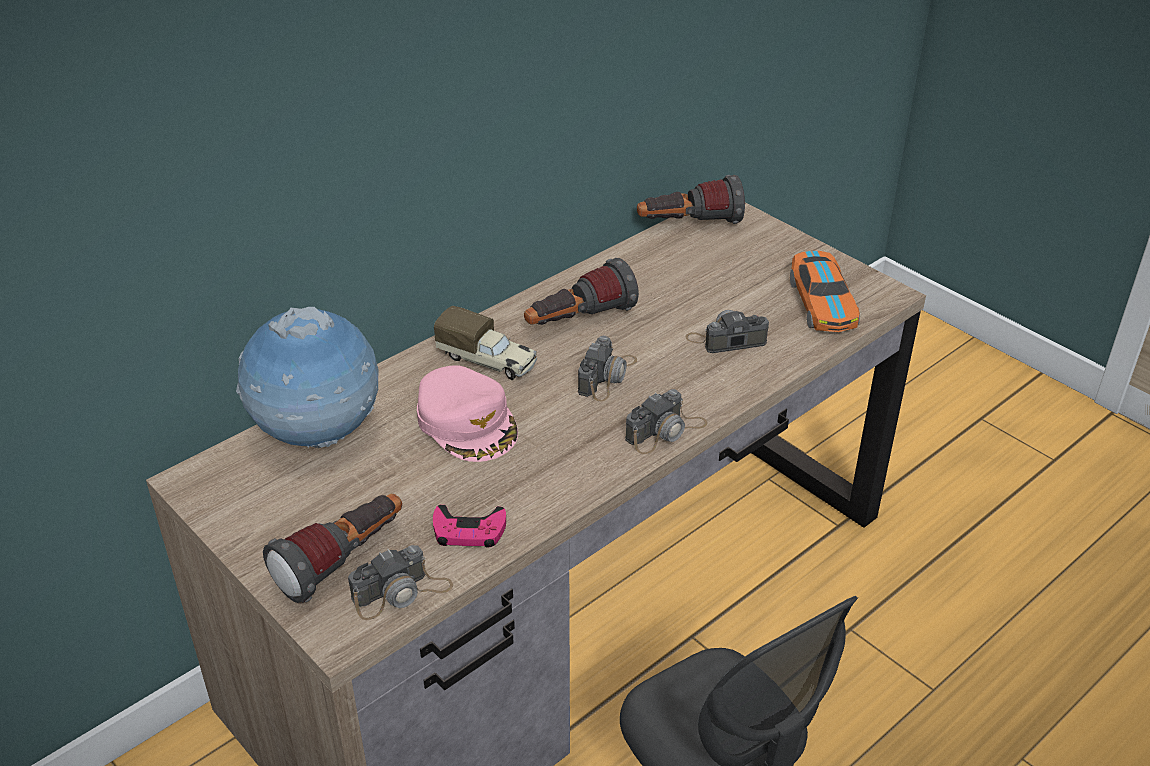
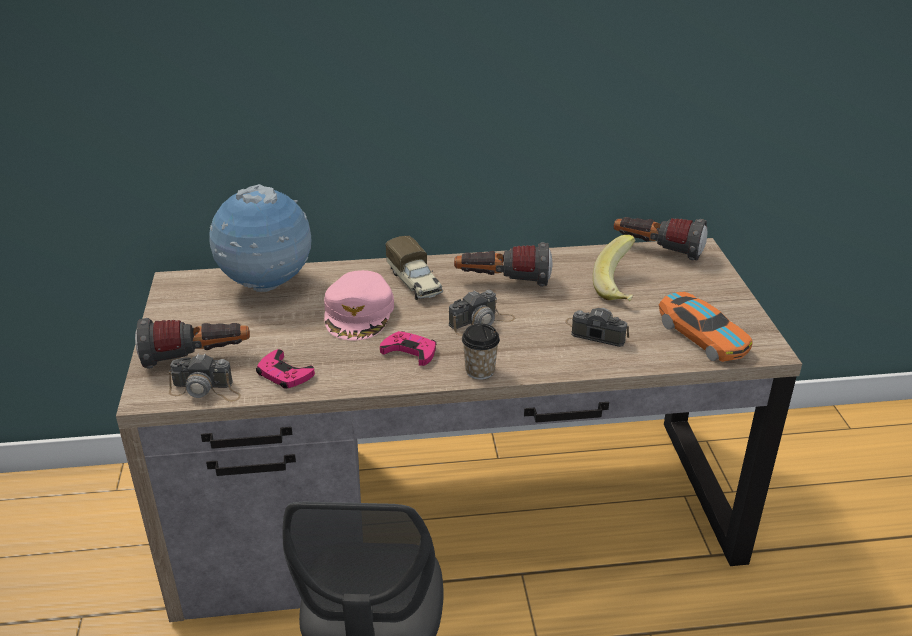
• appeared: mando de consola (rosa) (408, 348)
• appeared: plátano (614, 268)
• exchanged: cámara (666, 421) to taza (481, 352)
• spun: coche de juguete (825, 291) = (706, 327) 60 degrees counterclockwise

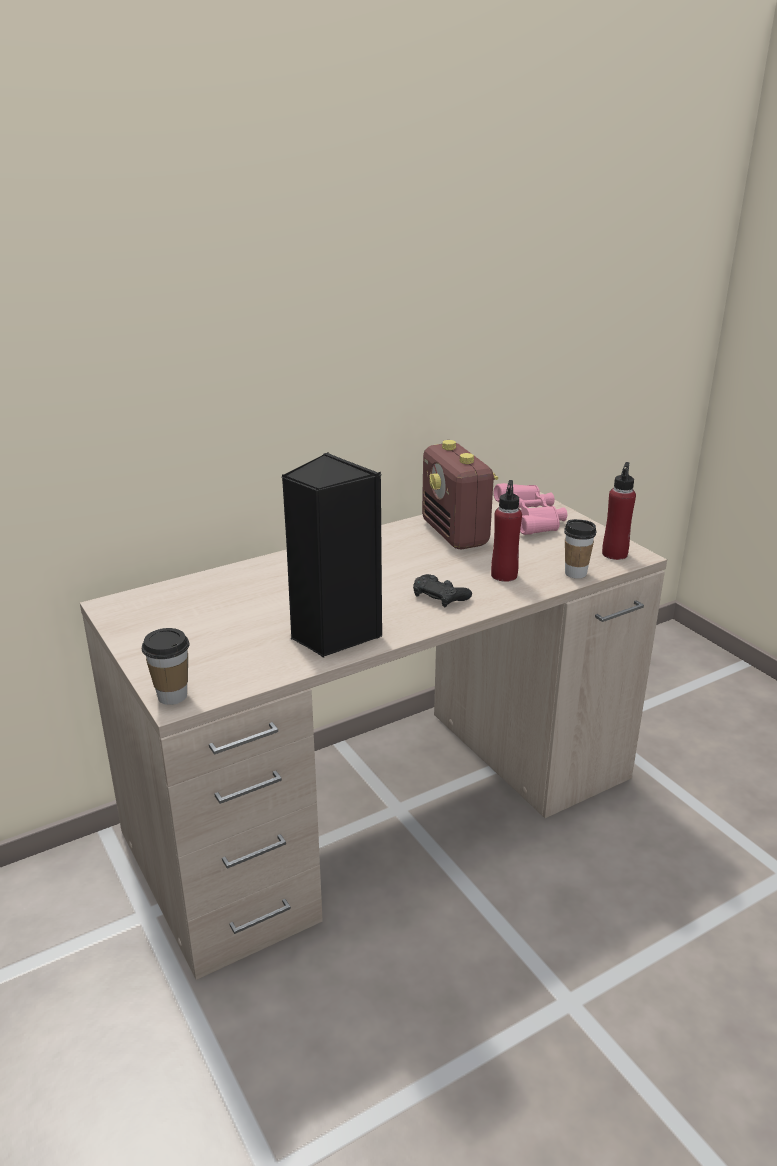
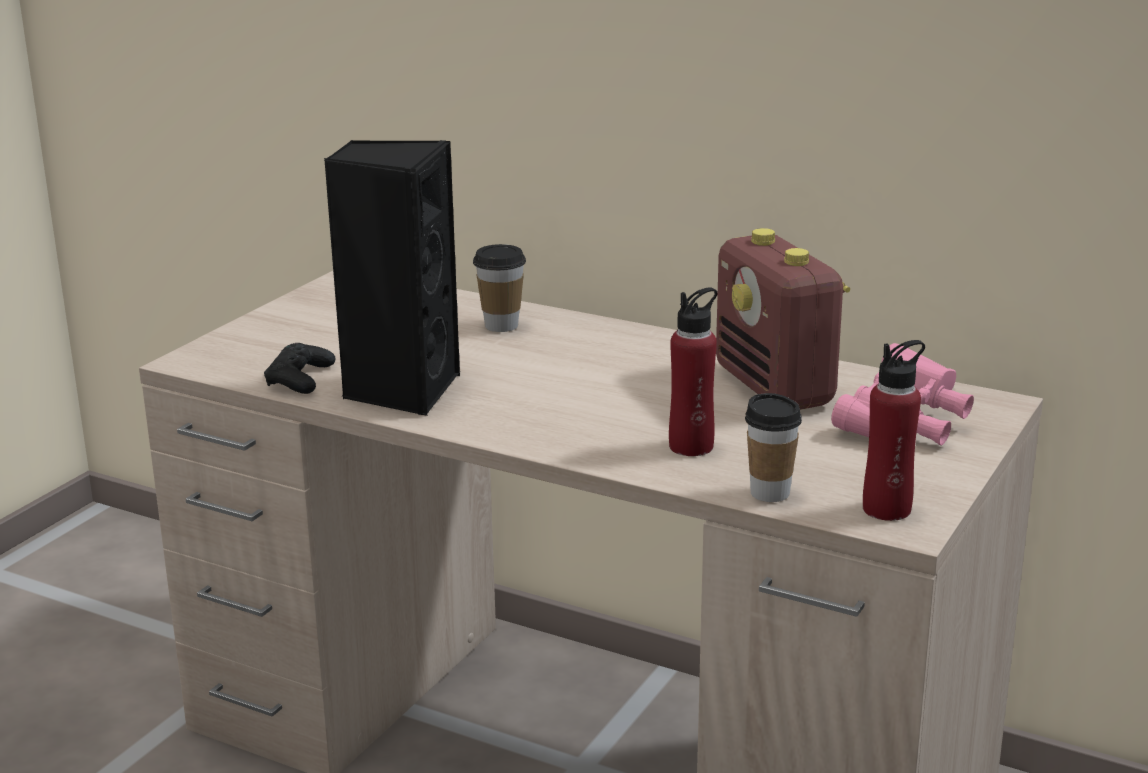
• relocated: taza (166, 666) to (499, 288)
• relocated: mando de consola (negro) (442, 590) to (300, 368)
• spun: radio (460, 494) = (783, 319) 60 degrees counterclockwise

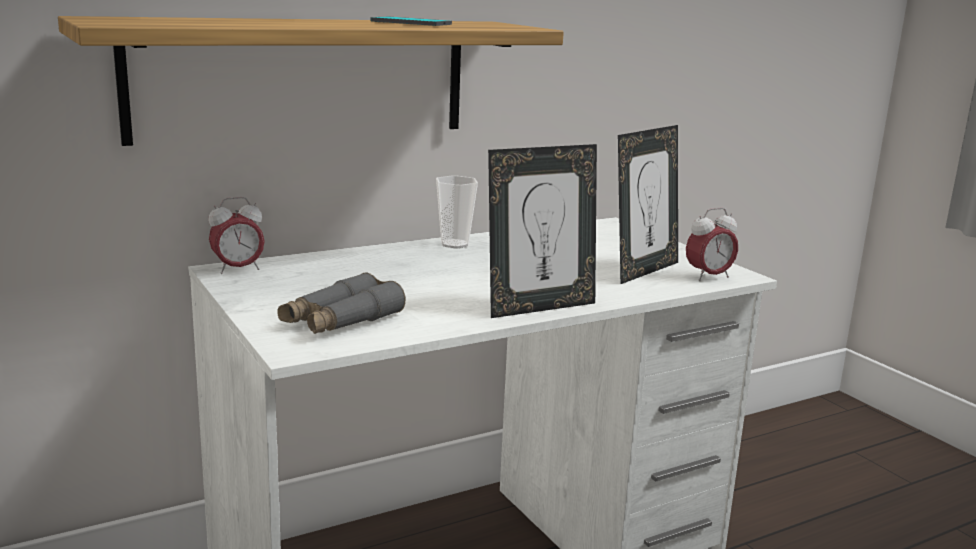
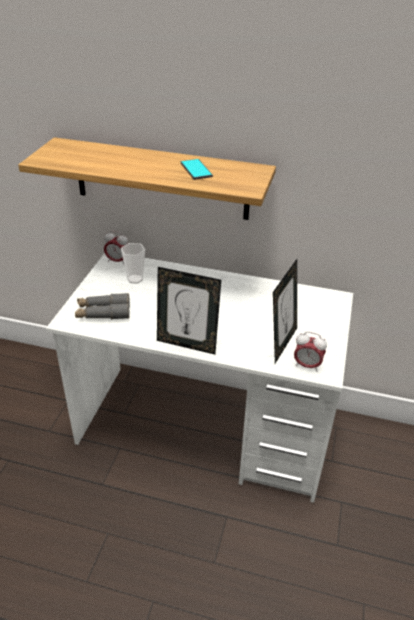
• relocated: taza (457, 211) to (133, 263)
• spun: portarretratos (648, 204) = (285, 311) 60 degrees counterclockwise

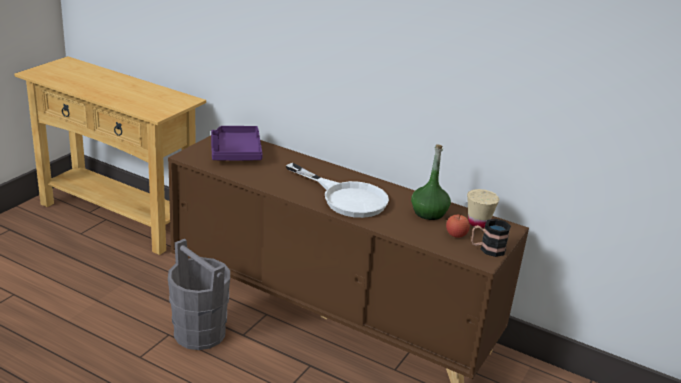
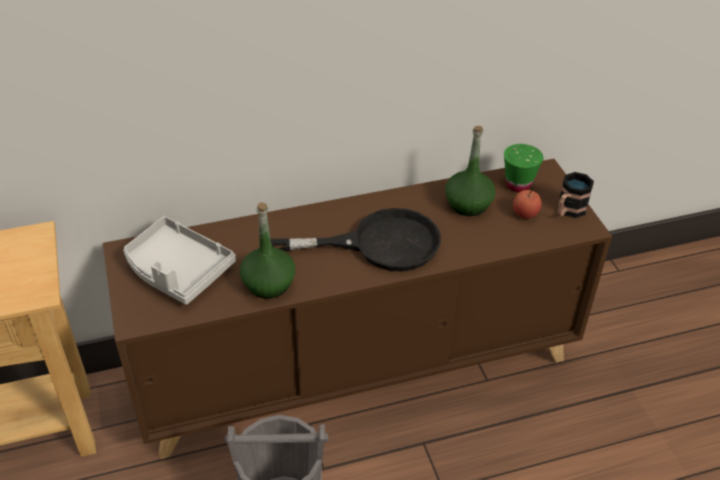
• appeared: botella (verde) (267, 250)
• colour: bandeja (morado) (237, 143) to bandeja (gris) (179, 260)
• colour: sartén (blanco) (337, 190) to sartén (negro) (356, 239)
• colour: taza (beis) (483, 208) to taza (verde) (523, 168)

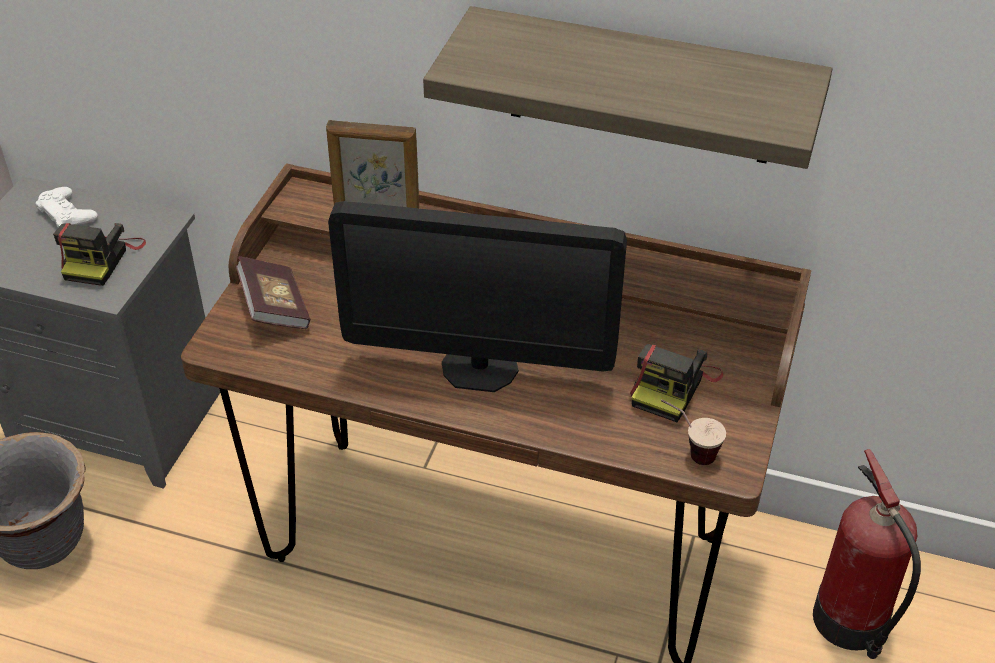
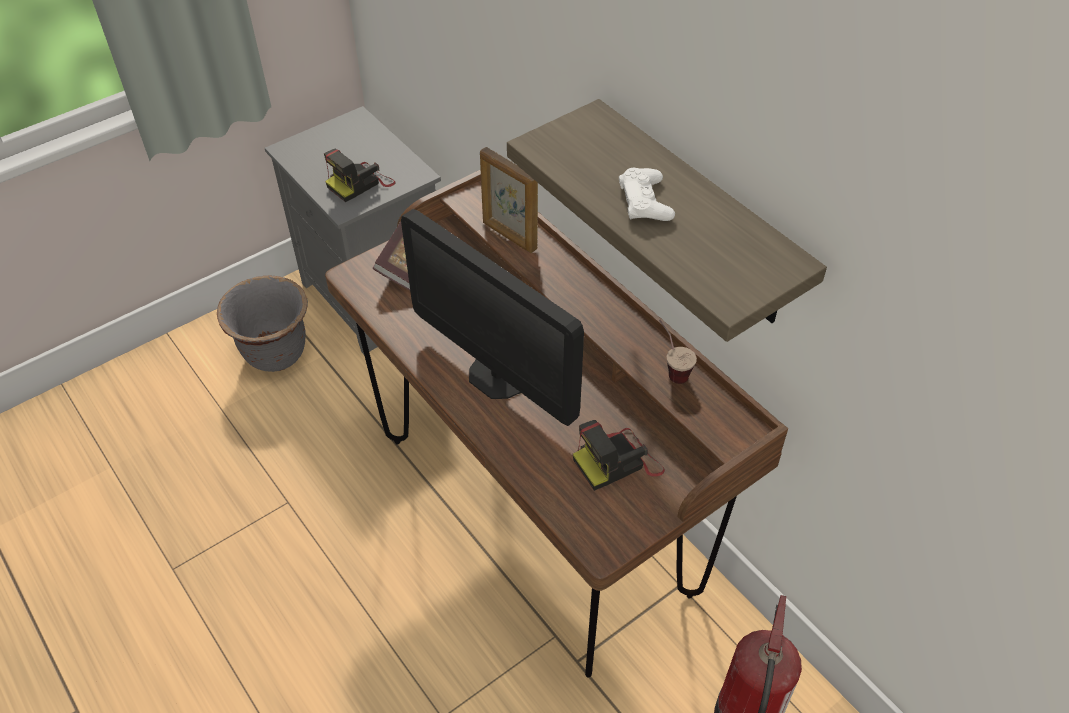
• relocated: mando de consola (blanco) (66, 207) to (647, 194)
• relocated: taza (693, 432) to (678, 351)

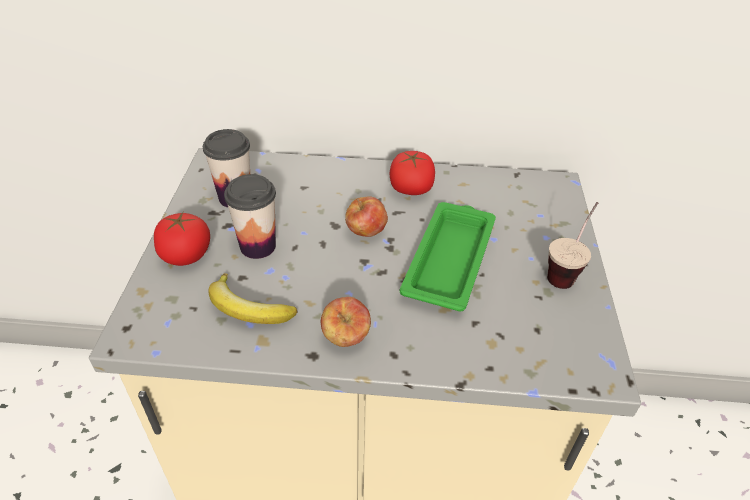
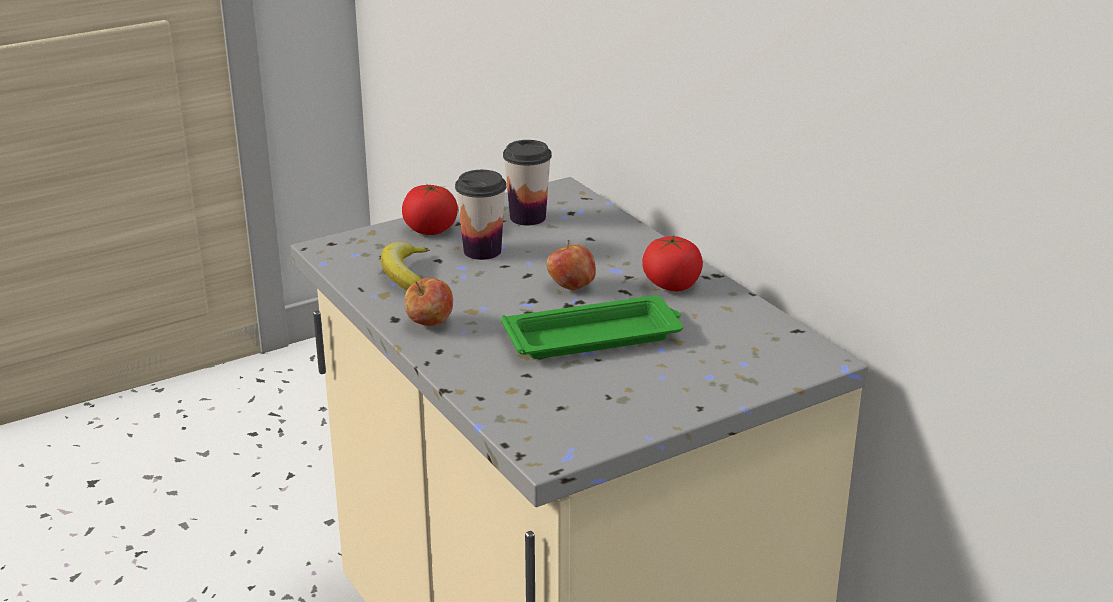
• missing: taza (572, 245)

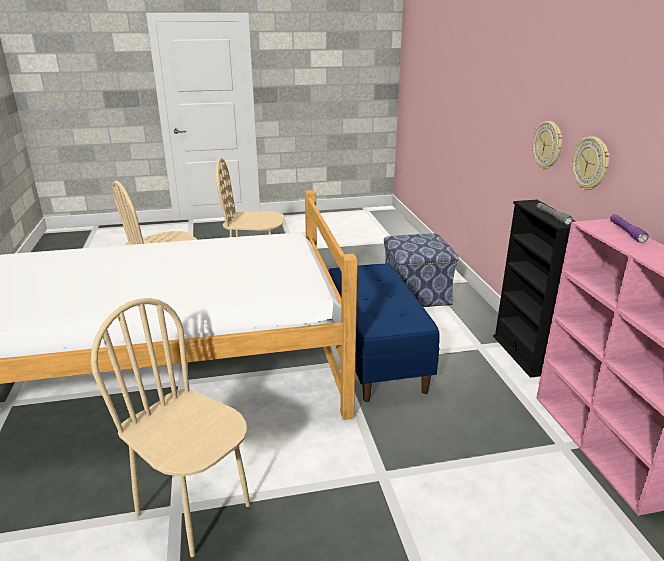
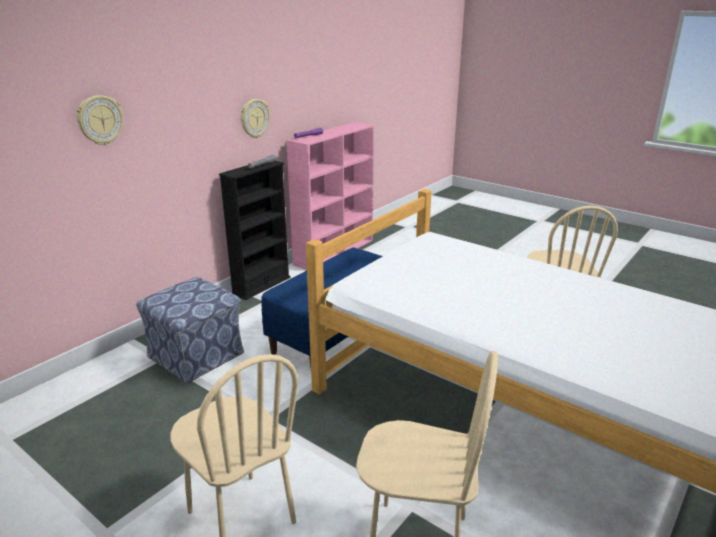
• relocated: reloj de pared (547, 145) to (99, 120)

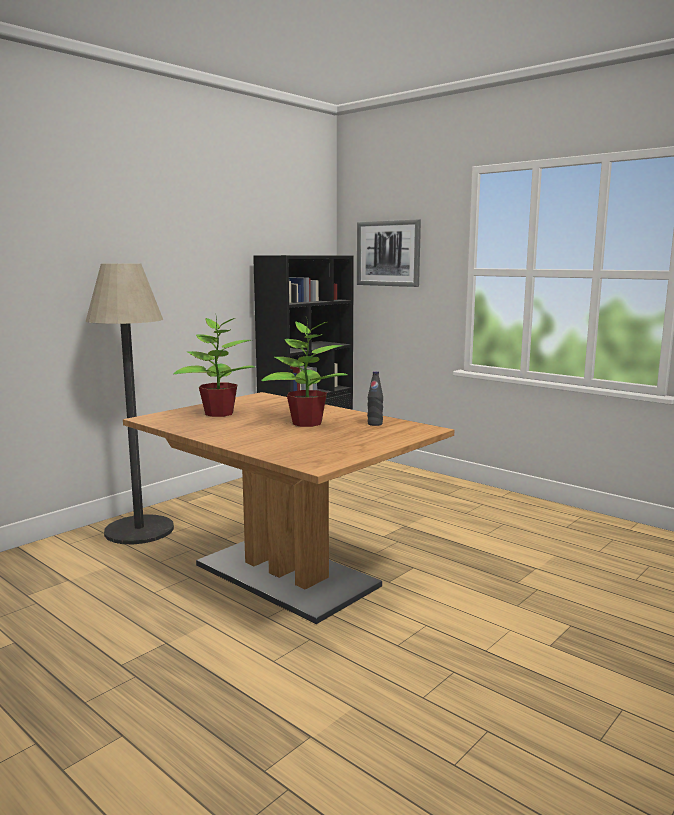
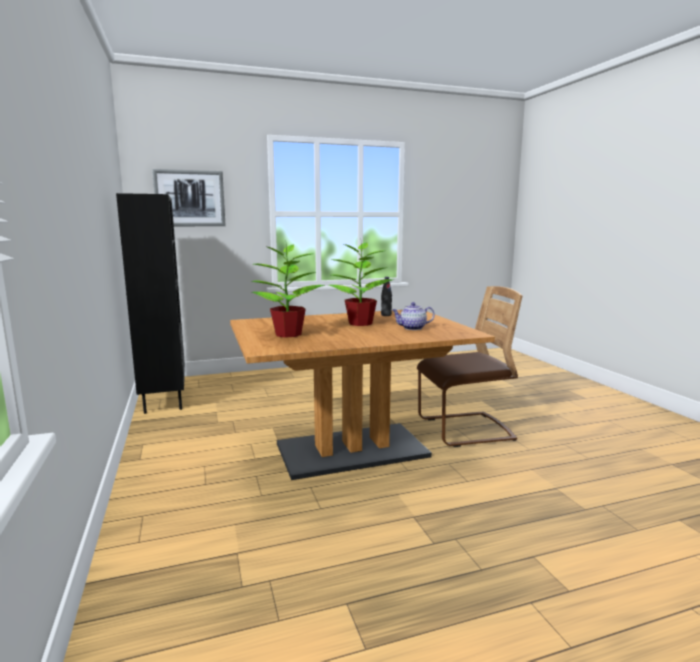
• missing: lámpara de pie (129, 403)
• appeared: tetera (413, 316)
• appeared: silla (marrón) (470, 366)

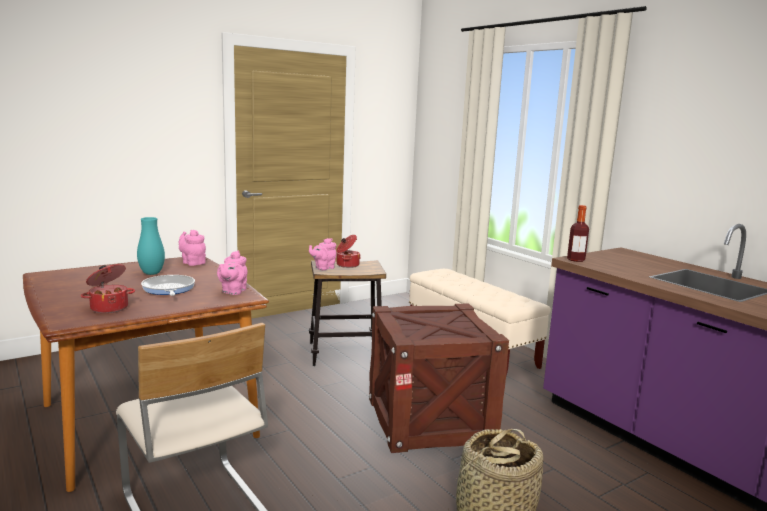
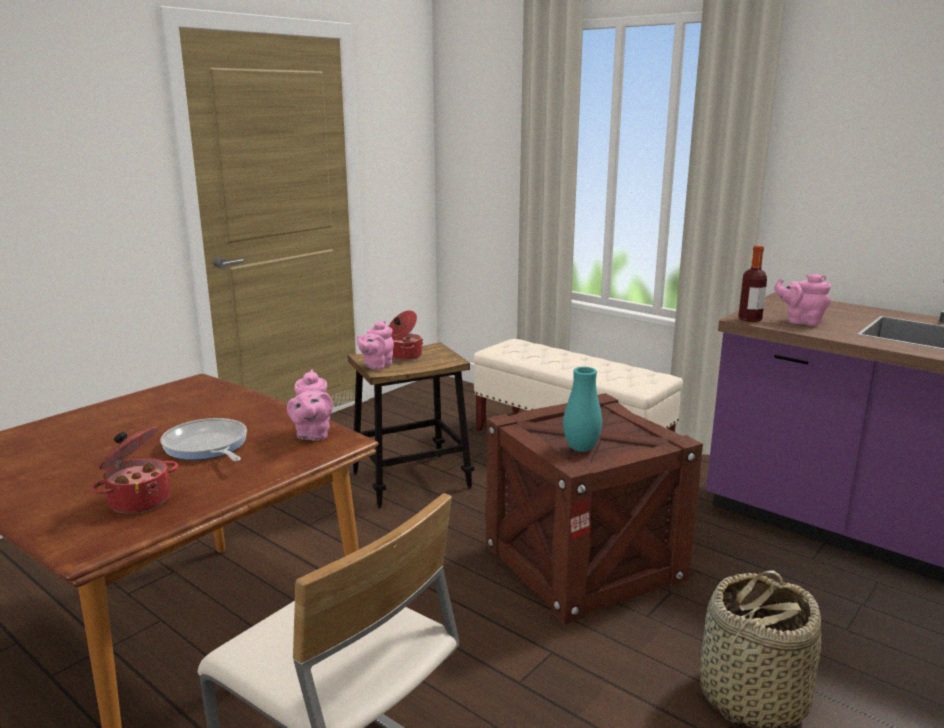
• relocated: florero (turquesa) (151, 246) to (582, 409)
• relocated: tetera (rosa) (192, 248) to (802, 300)

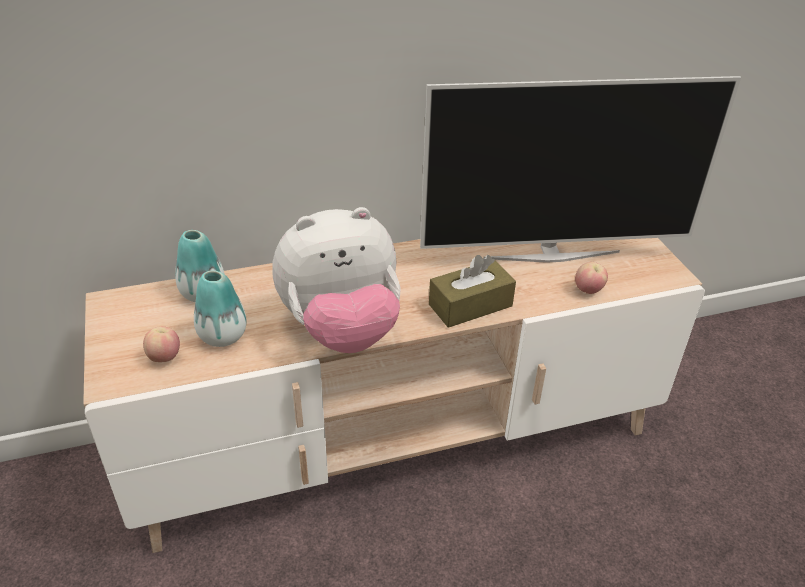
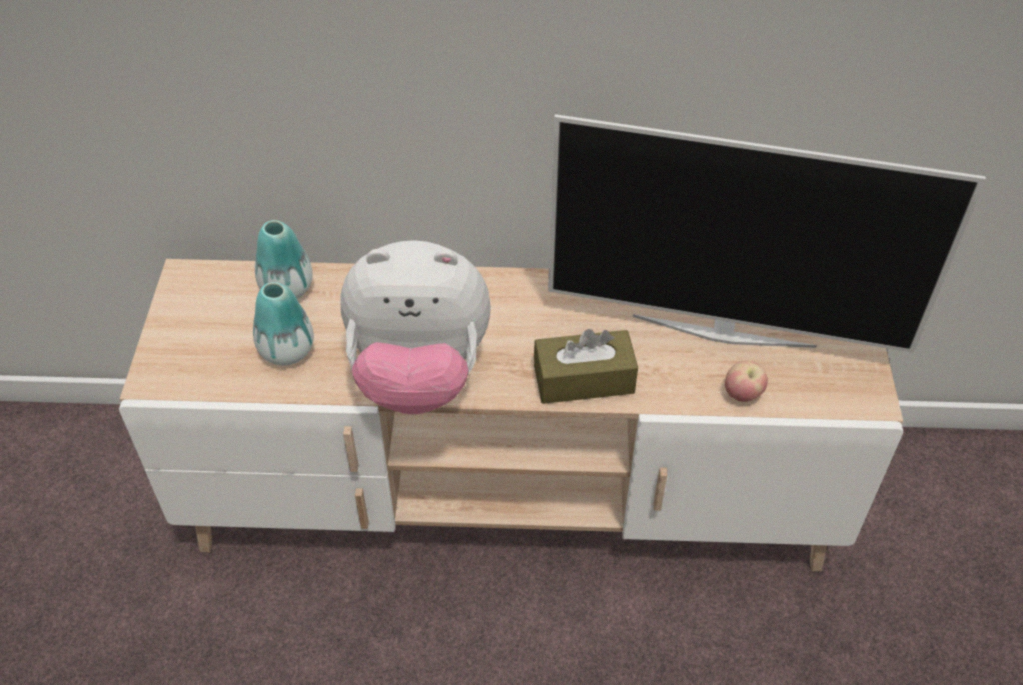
• missing: manzana (161, 344)

